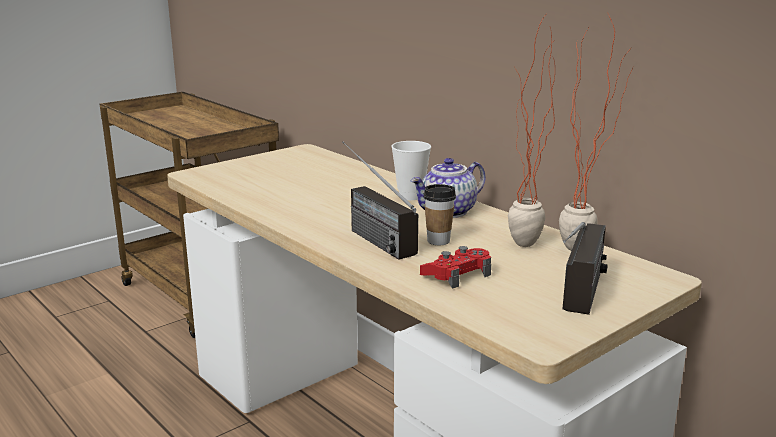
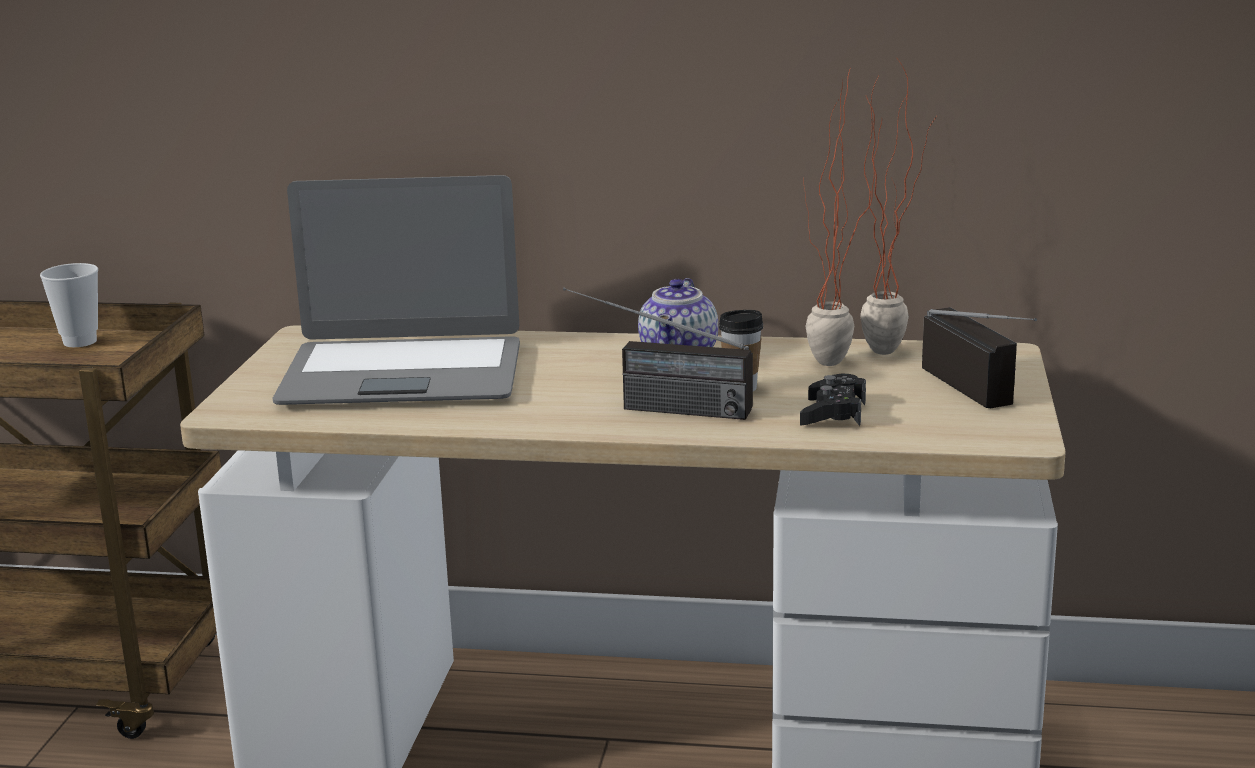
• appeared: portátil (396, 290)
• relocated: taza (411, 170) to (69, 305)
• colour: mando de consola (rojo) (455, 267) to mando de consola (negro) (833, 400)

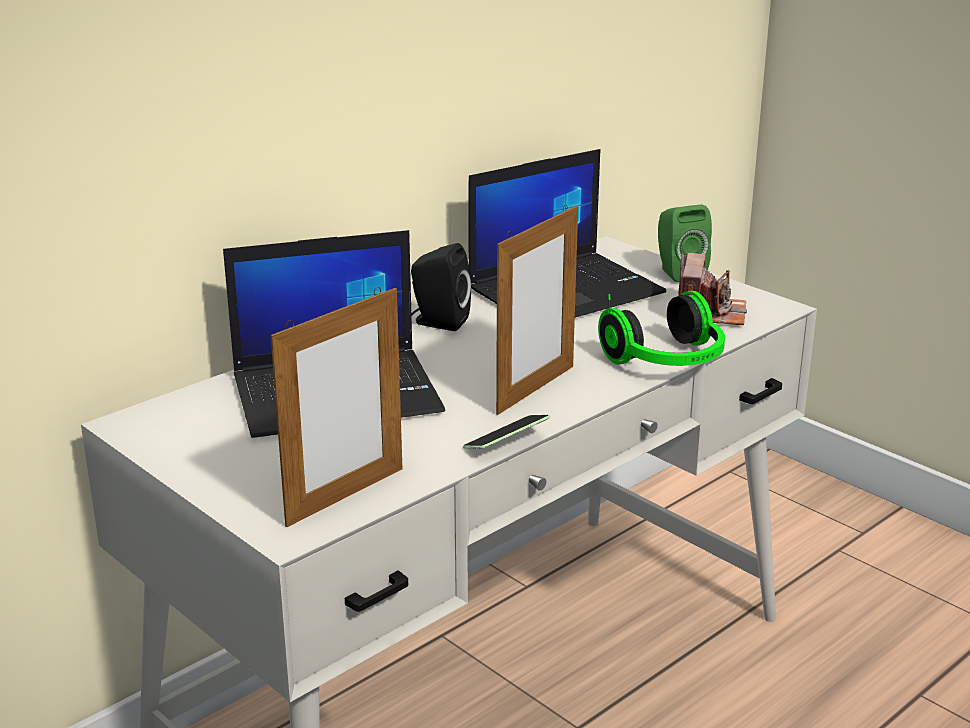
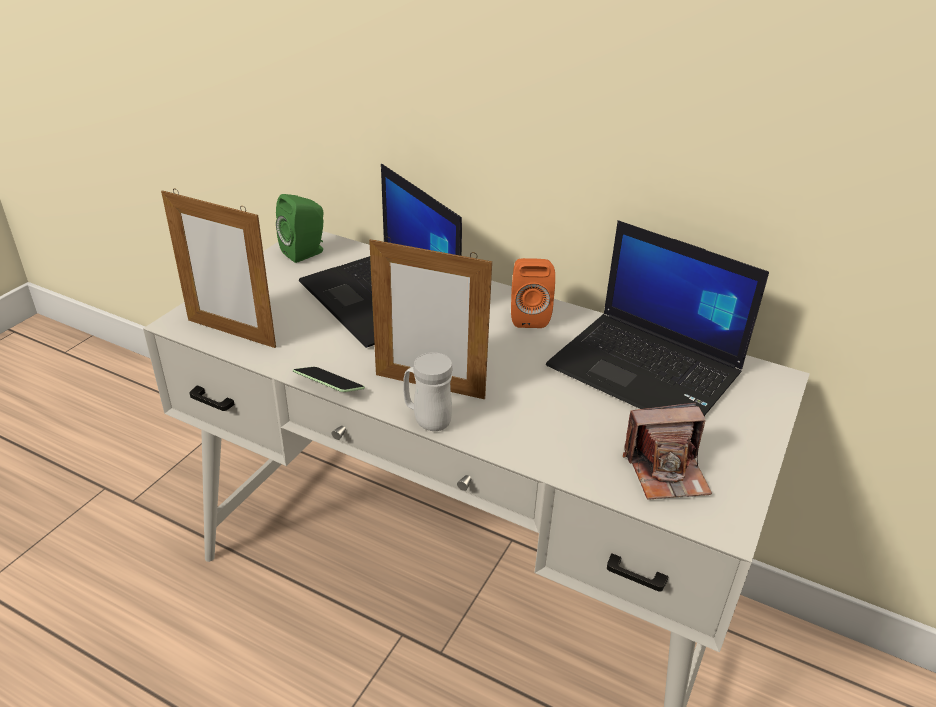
• missing: auriculares (661, 328)
• appeared: taza grande (blanco) (428, 391)
• relocated: altavoz (verde) (685, 243) to (299, 228)
• colour: altavoz (negro) (441, 287) to altavoz (naranja) (533, 293)

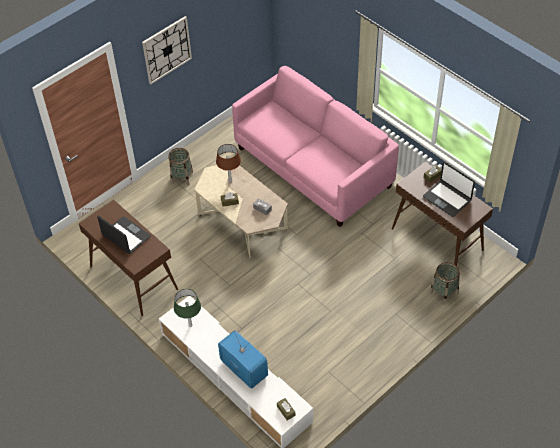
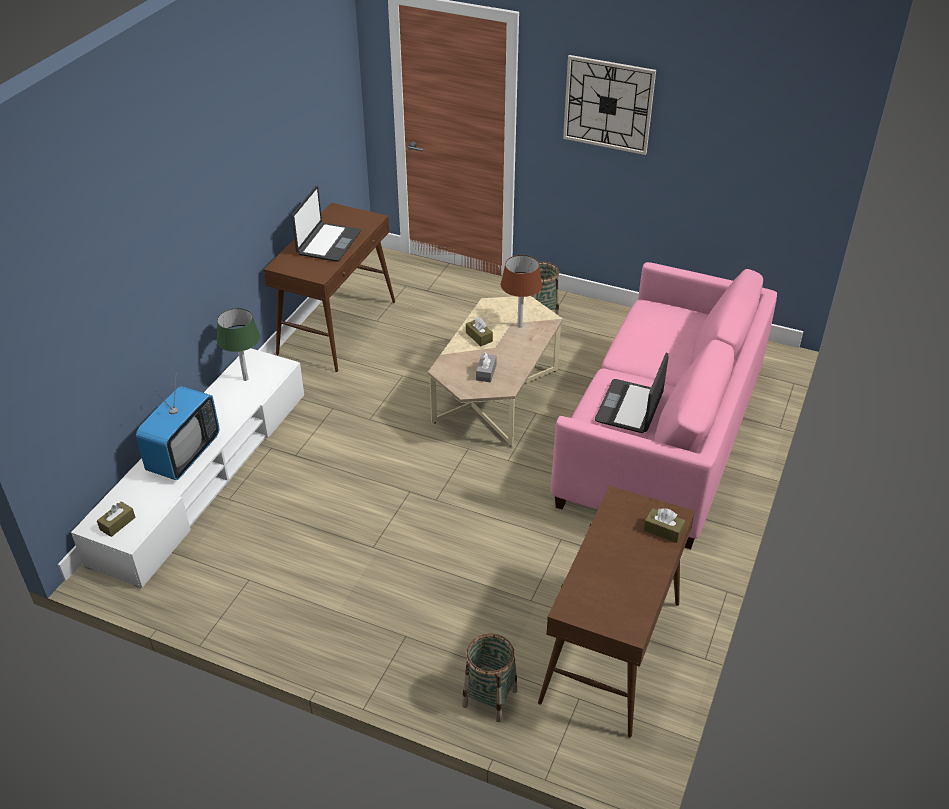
• relocated: portátil (449, 189) to (632, 393)

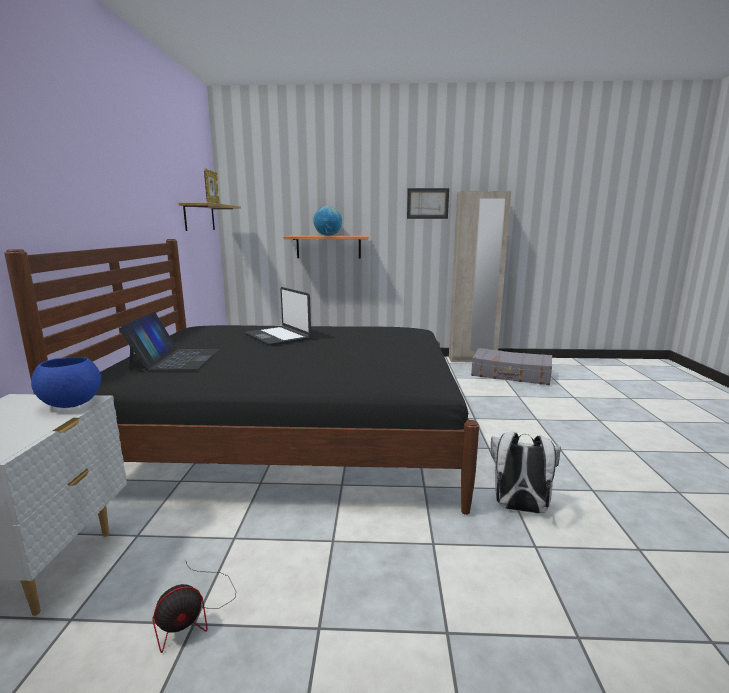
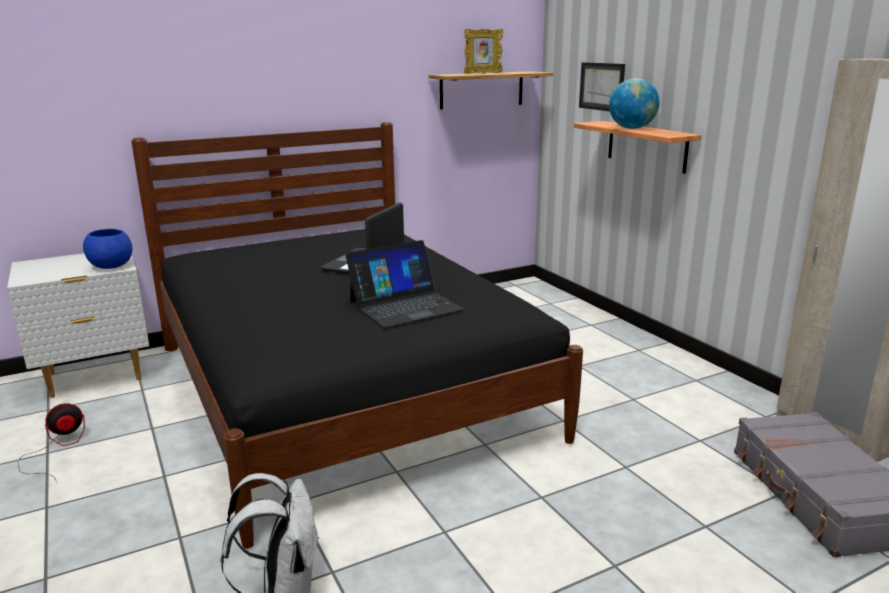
• relocated: portátil (169, 341) to (404, 284)
• relocated: cuadro (428, 203) to (602, 86)
• spun: ventilador (194, 606) = (51, 443) 120 degrees clockwise

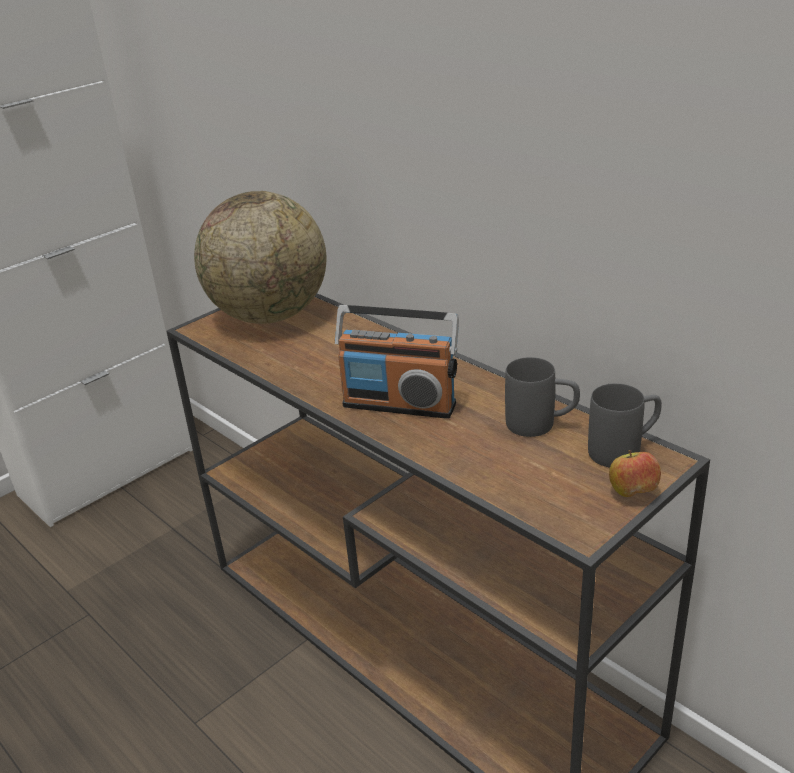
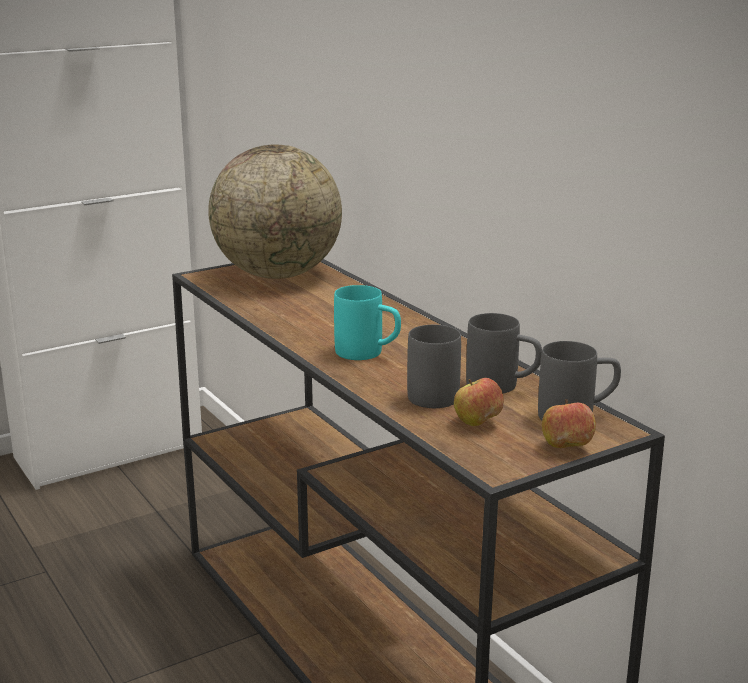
• appeared: taza grande (gris) (434, 366)
• appeared: manzana (479, 402)
• exchanged: radio (397, 362) to taza grande (turquesa) (367, 322)

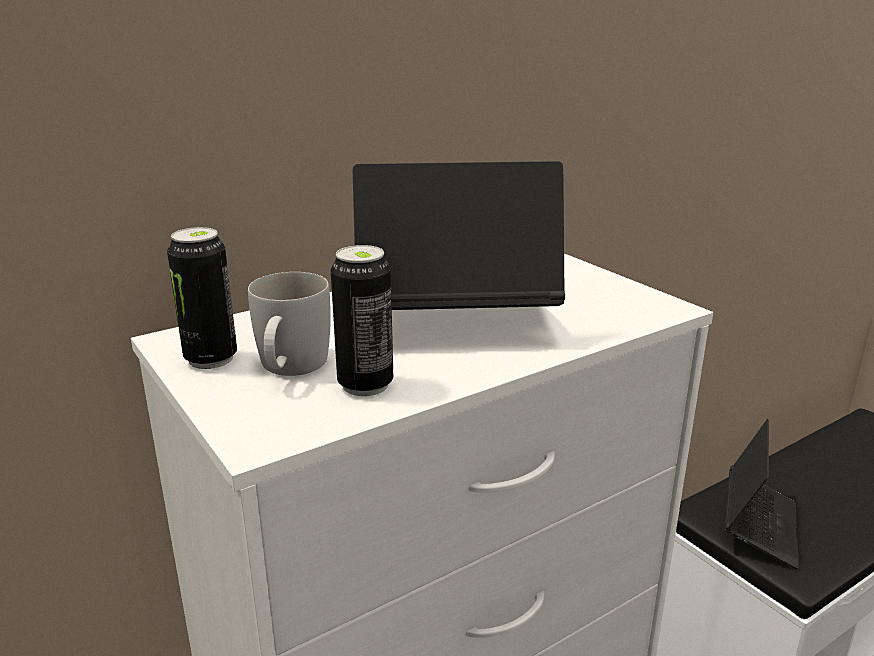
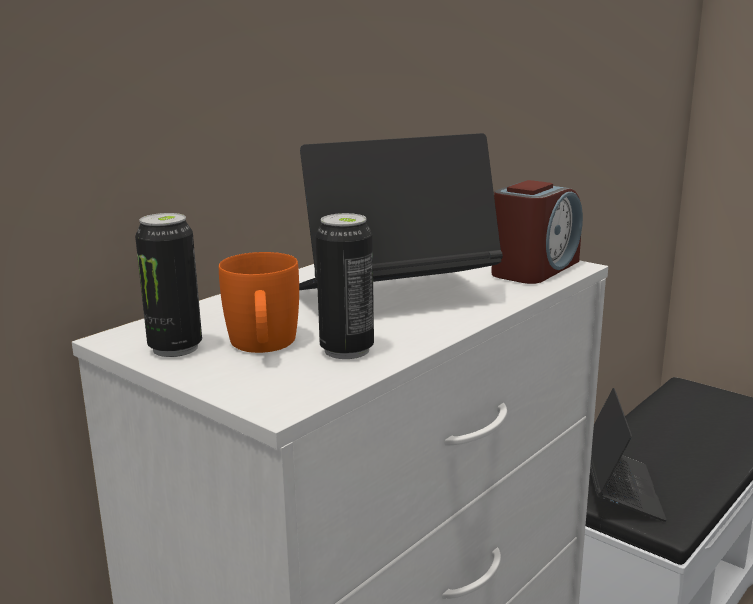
• appeared: despertador (537, 232)
• colour: taza grande (blanco) (289, 324) to taza grande (naranja) (259, 302)

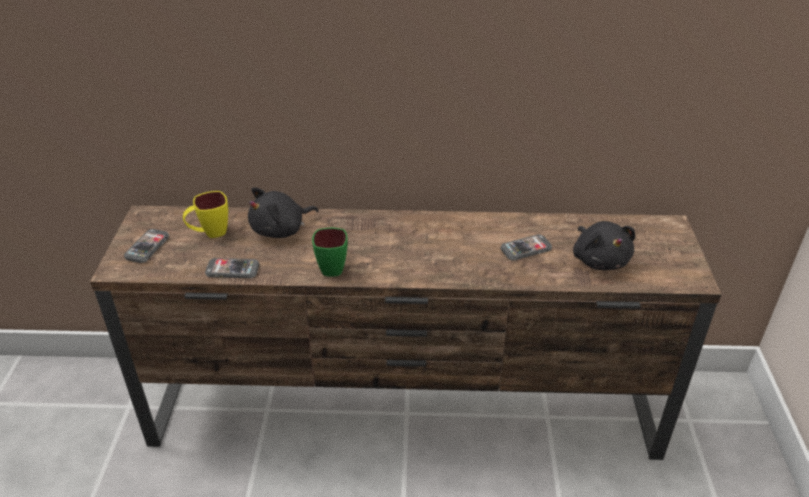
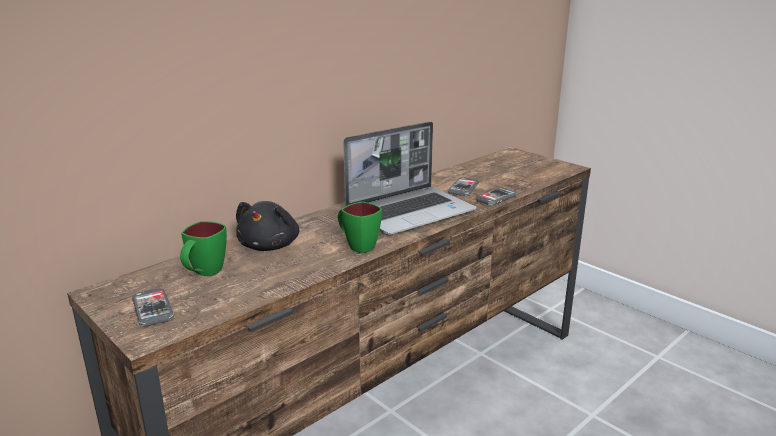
• missing: peluche (negro) (604, 245)
• appeared: portátil (410, 178)
• relocated: móvil (232, 268) to (496, 196)
• colour: taza grande (amarillo) (205, 214) to taza grande (verde) (203, 248)

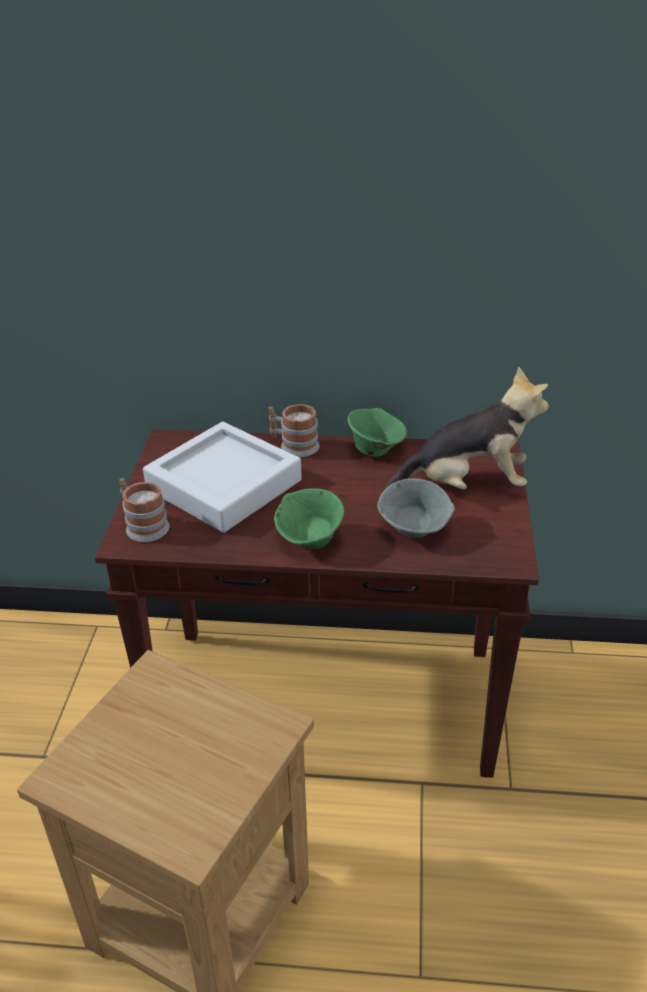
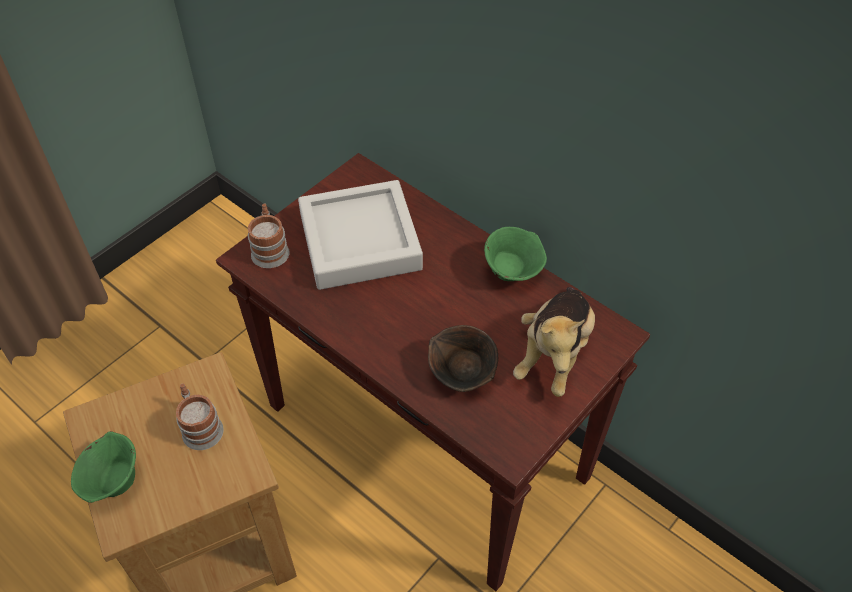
• relocated: taza grande (293, 430) to (200, 417)
• relocated: cuenco (verde) (309, 519) to (103, 467)
• colour: cuenco (gris) (416, 508) to cuenco (marrón) (463, 358)
• spun: peluche (467, 428) = (554, 342) 75 degrees clockwise

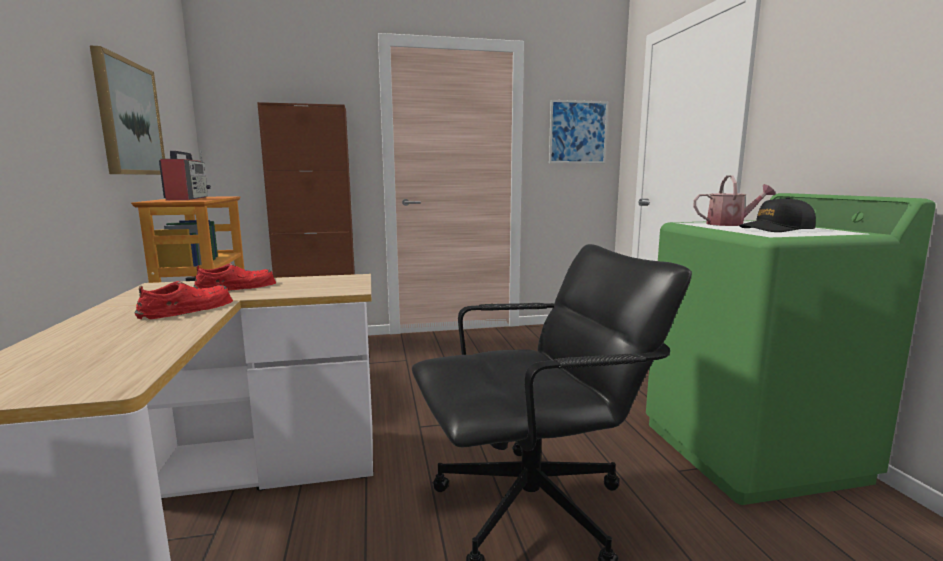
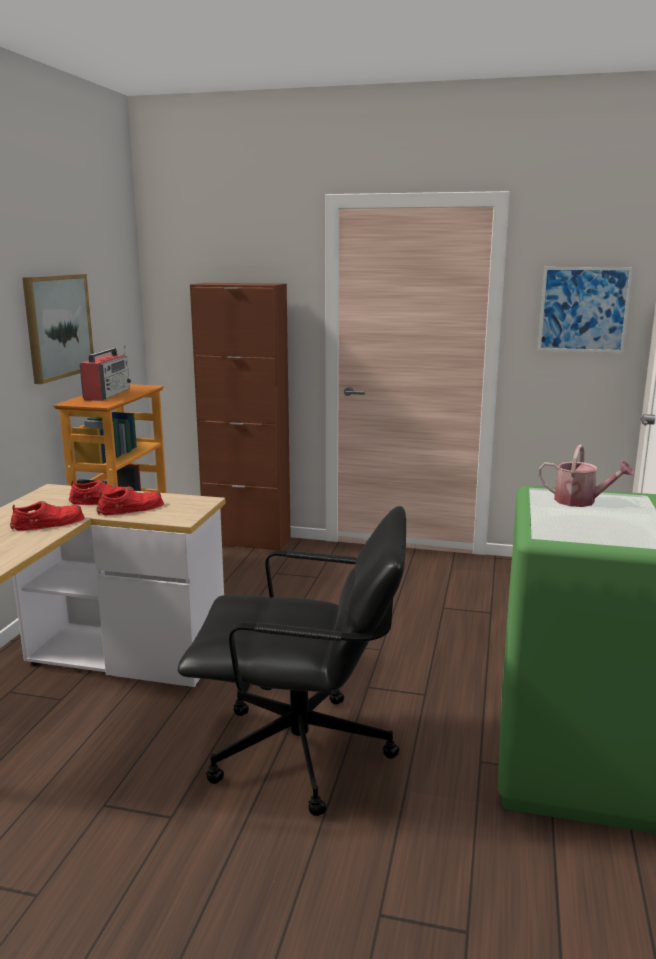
• missing: gorra (negro) (778, 214)
• appeared: zapato (rojo) (130, 501)

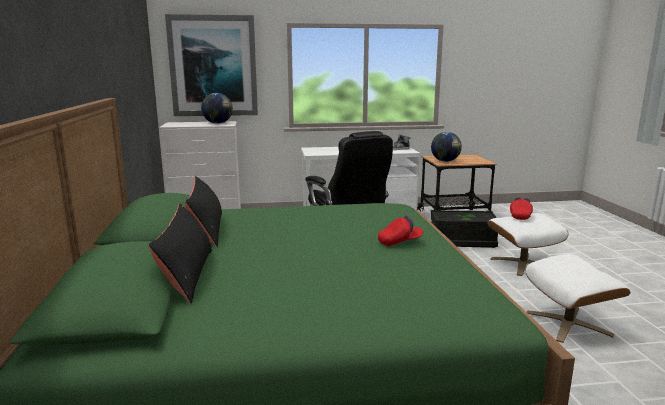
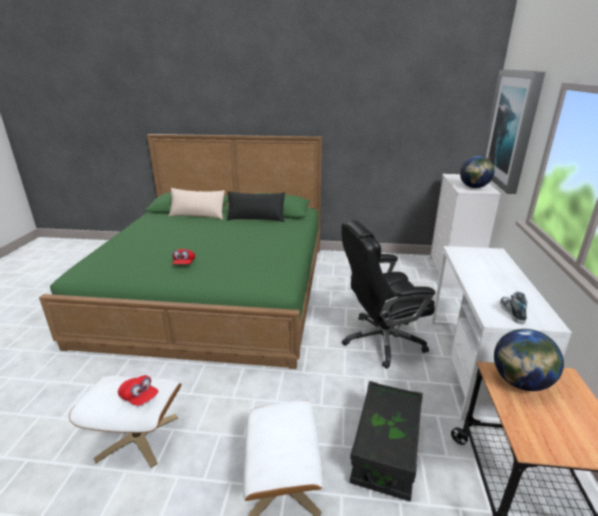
• relocated: gorra (rojo) (521, 208) to (138, 390)
• colour: cojín (negro) (180, 253) to cojín (beis) (197, 204)

